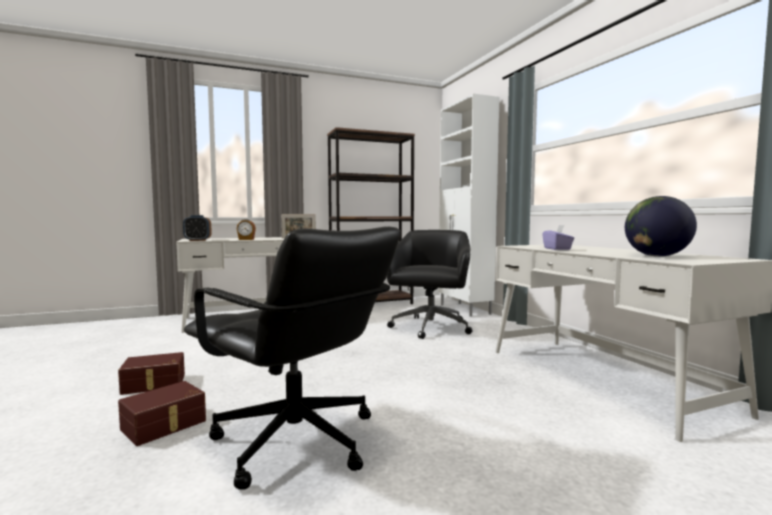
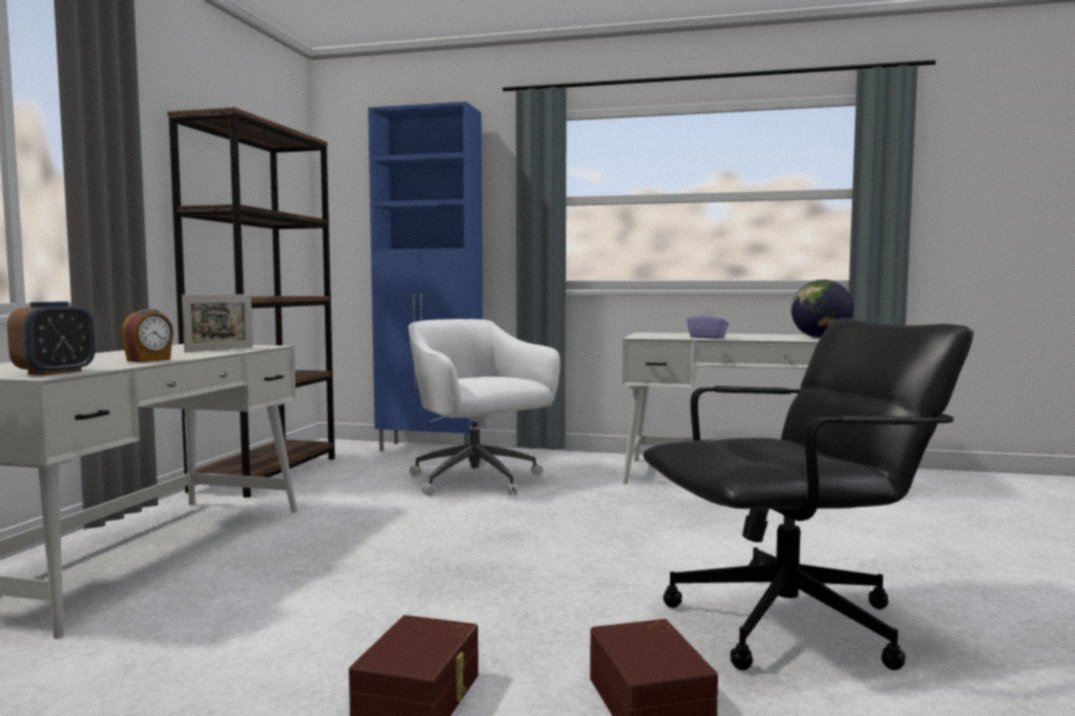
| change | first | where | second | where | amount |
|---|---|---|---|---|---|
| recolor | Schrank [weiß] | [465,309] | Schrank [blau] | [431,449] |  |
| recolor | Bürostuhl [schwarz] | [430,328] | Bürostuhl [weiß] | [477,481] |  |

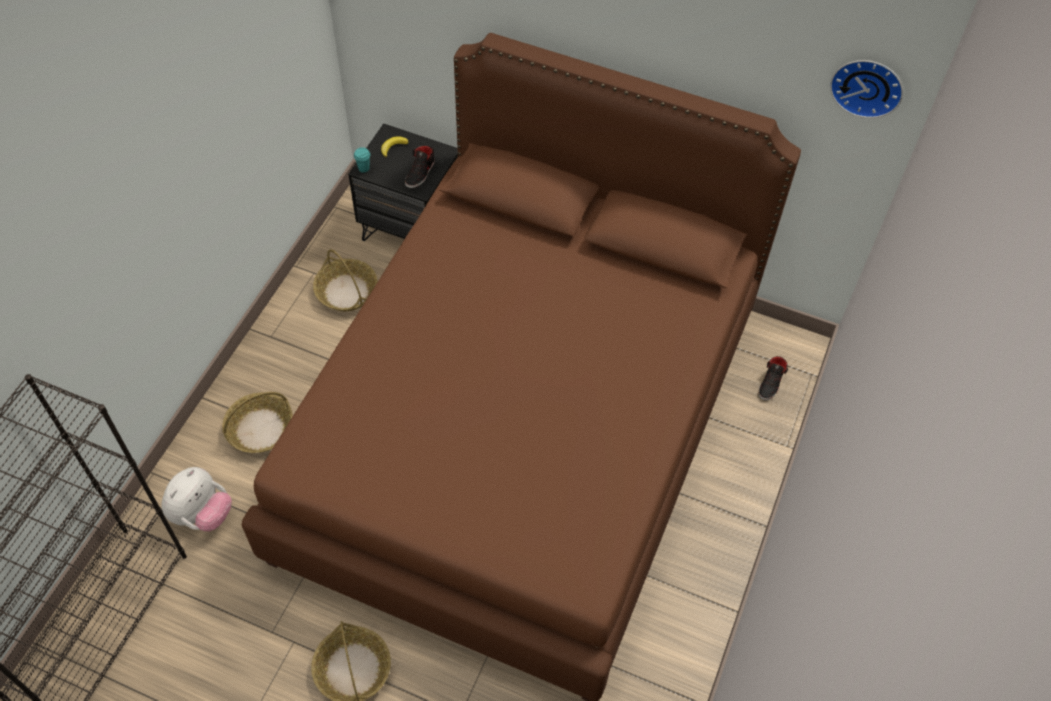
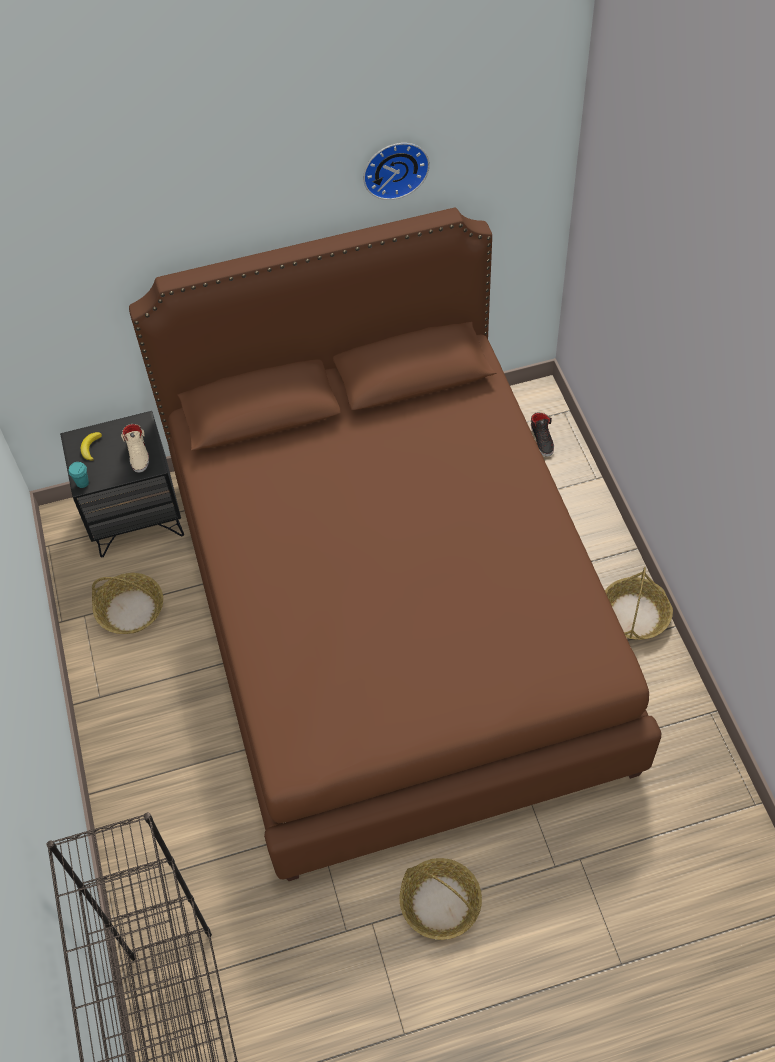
| change | first | where | second | where | amount |
|---|---|---|---|---|---|
| move | Wanduhr | [867,85] |  | [394,168] |  |
| recolor | Schuh [schwarz] | [420,173] | Schuh [beige] | [138,453] |  |
| move | Korb | [260,429] |  | [634,614] |  |
| delete | Plüschtier | [202,514] |  |  |  |

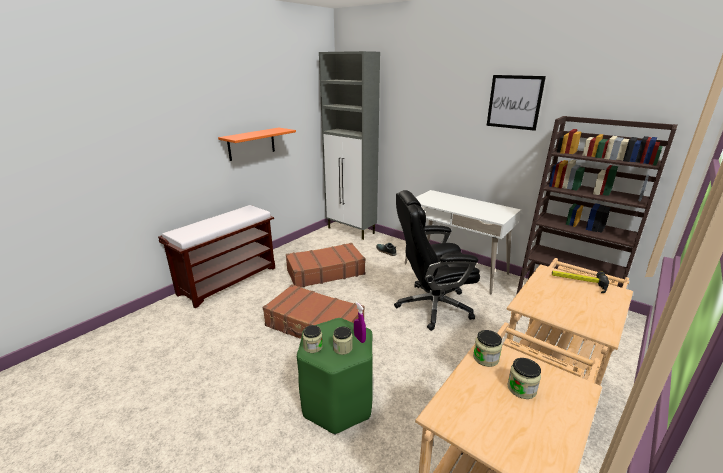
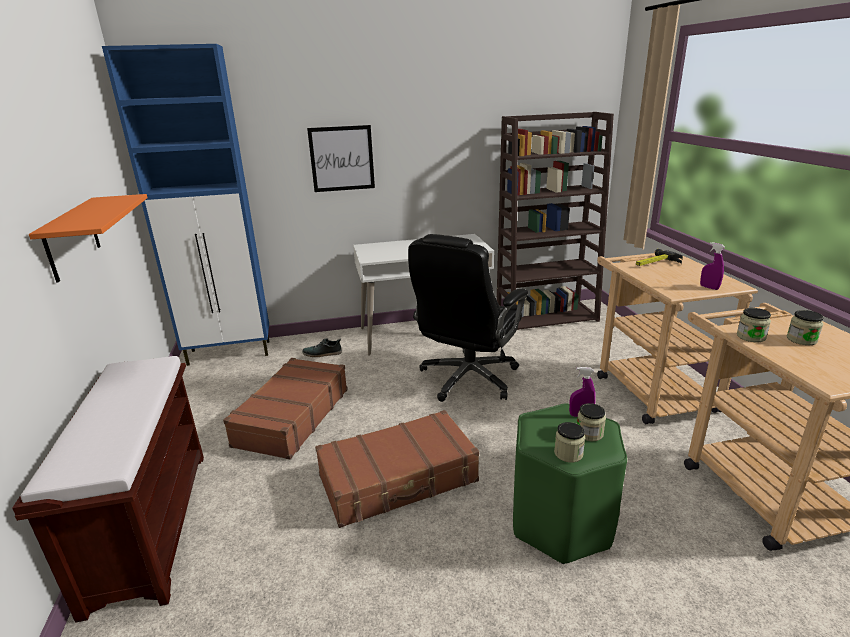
| change | first | where | second | where | amount |
|---|---|---|---|---|---|
| recolor | Schrank [grau] | [351,231] | Schrank [blau] | [231,353] |  |
| move | Bild | [514,102] |  | [342,158] |  |
| insert |  |  | Sprühflasche [lila] | [709,287] |  |

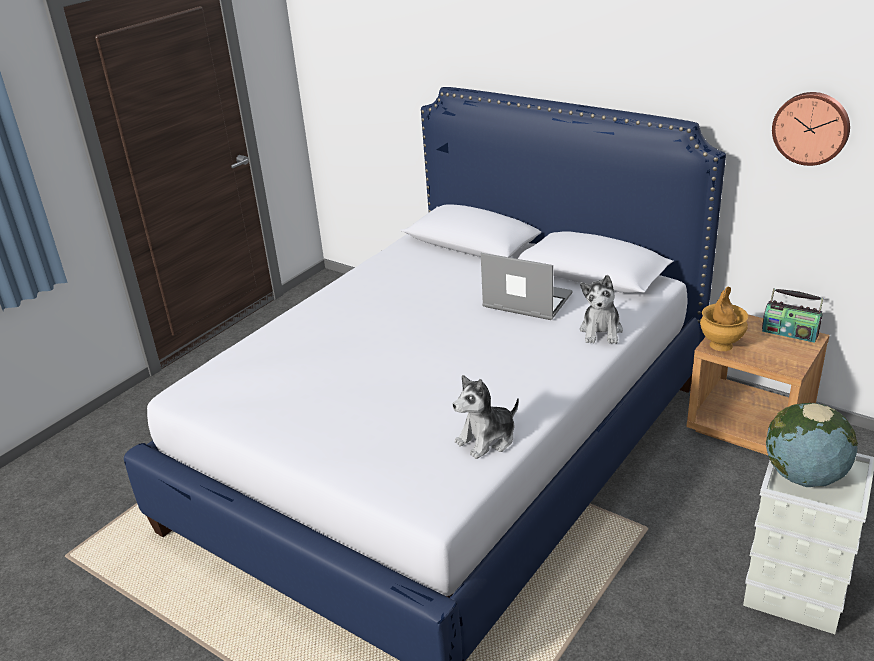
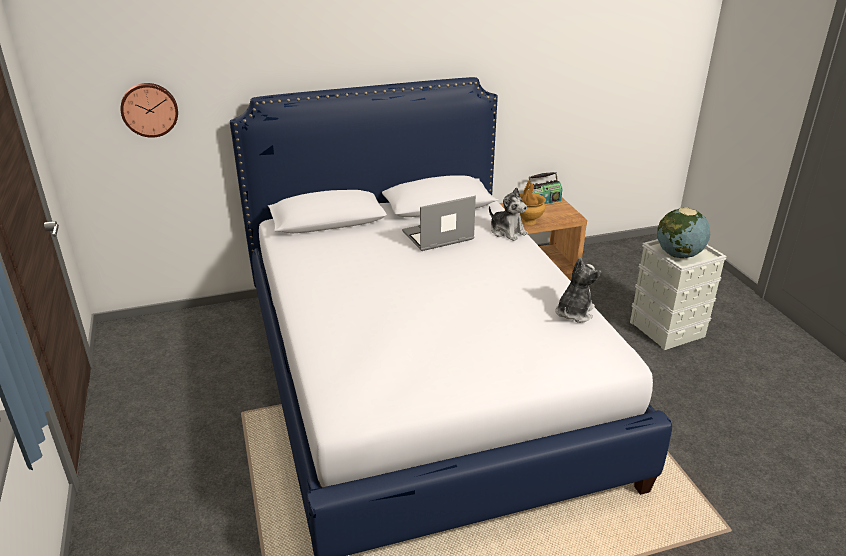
| change | first | where | second | where | amount |
|---|---|---|---|---|---|
| move | Wanduhr | [811,128] |  | [149,109] |  |
| rotate | Plüschtier | [487,440] |  | [574,312] | 150 degrees counterclockwise |

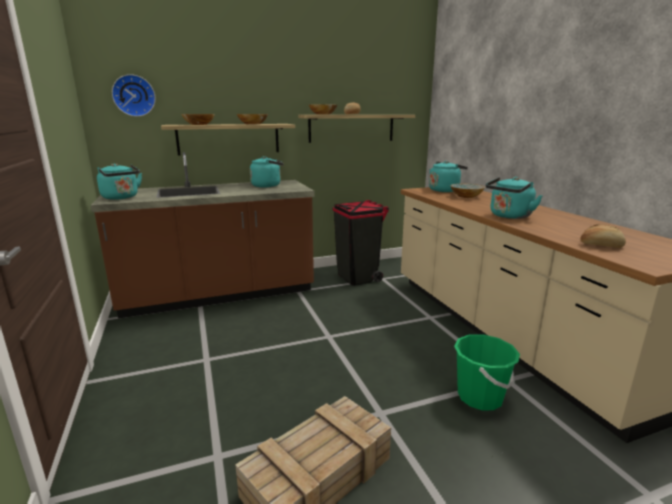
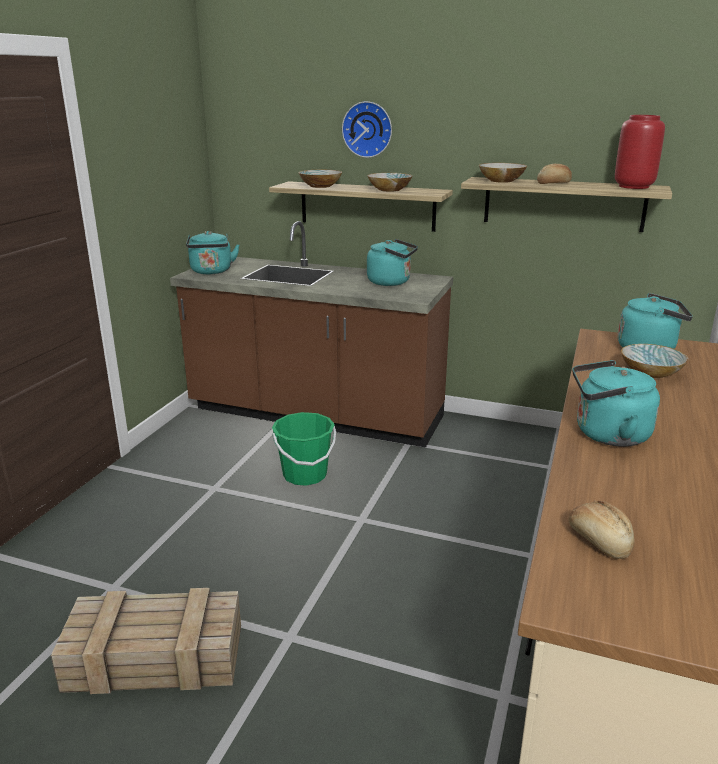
| change | first | where | second | where | amount |
|---|---|---|---|---|---|
| move | Wanduhr | [134,95] |  | [368,129] |  |
| delete | Mülleimer [schwarz] | [358,277] |  |  |  |
| move | Eimer [grün] | [480,397] |  | [305,475] |  |
| insert |  |  | Vase [rot] | [634,187] |  |

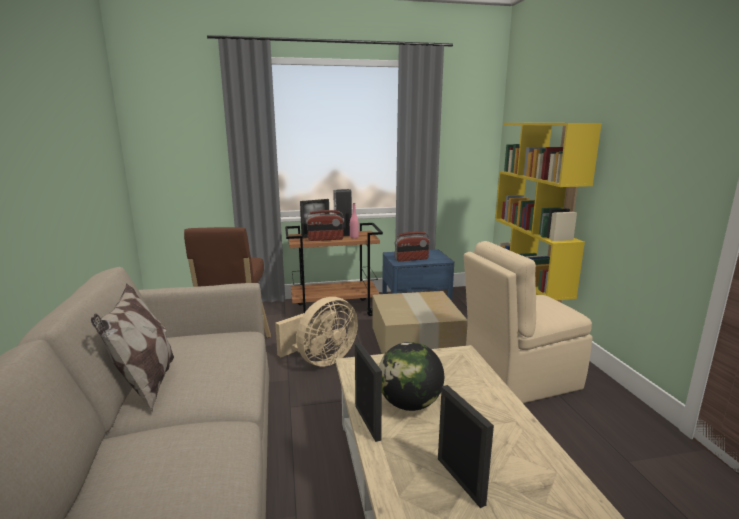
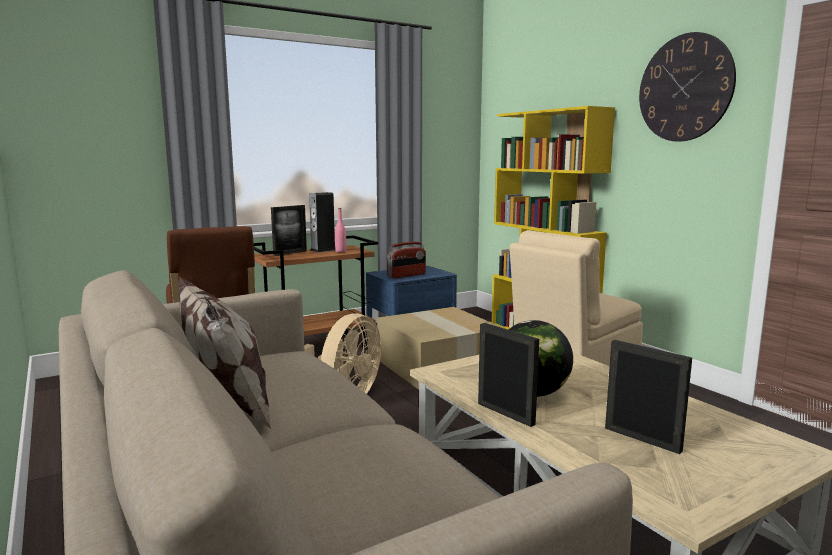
| change | first | where | second | where | amount |
|---|---|---|---|---|---|
| delete | Radio | [325,239] |  |  |  |
| insert |  |  | Wanduhr | [685,88] |  |

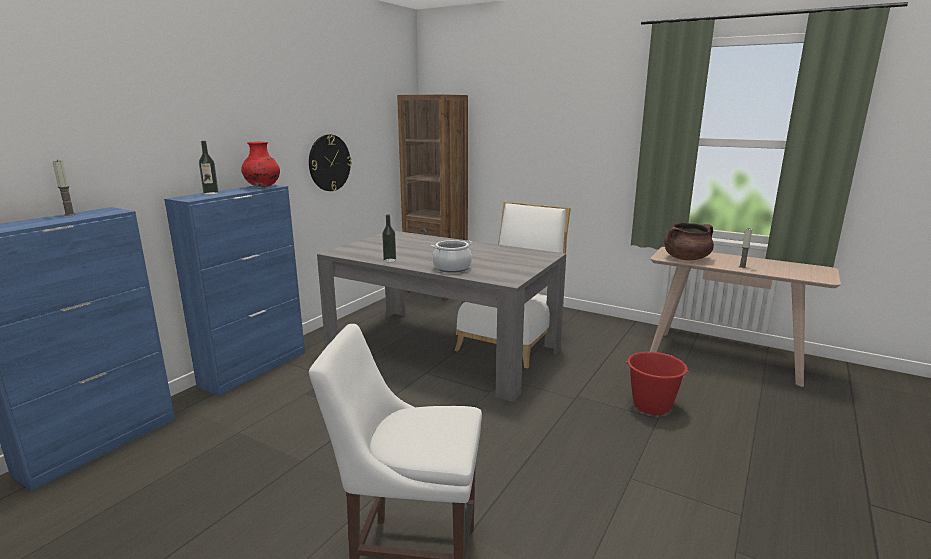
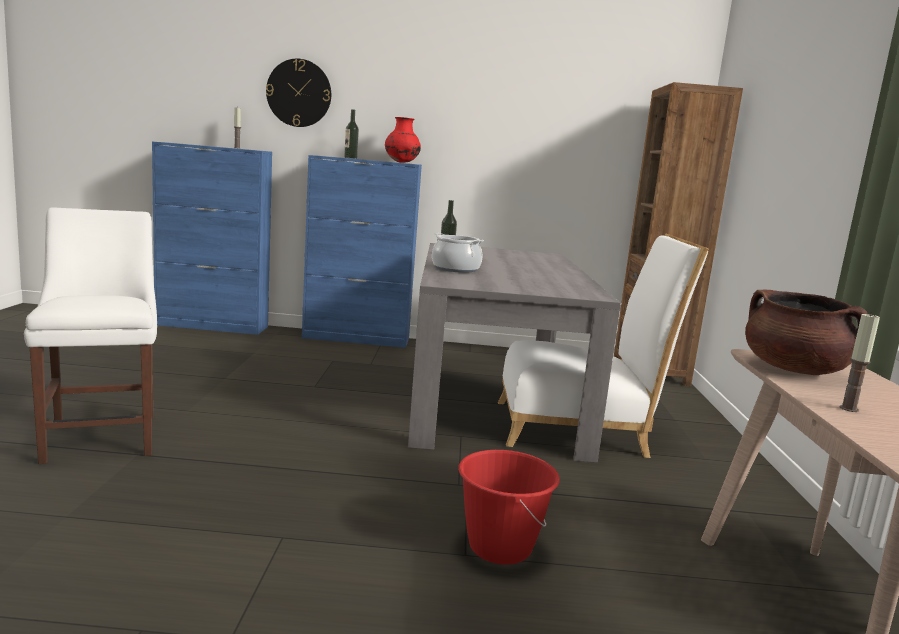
| change | first | where | second | where | amount |
|---|---|---|---|---|---|
| move | Wanduhr | [329,163] |  | [299,93] |  |

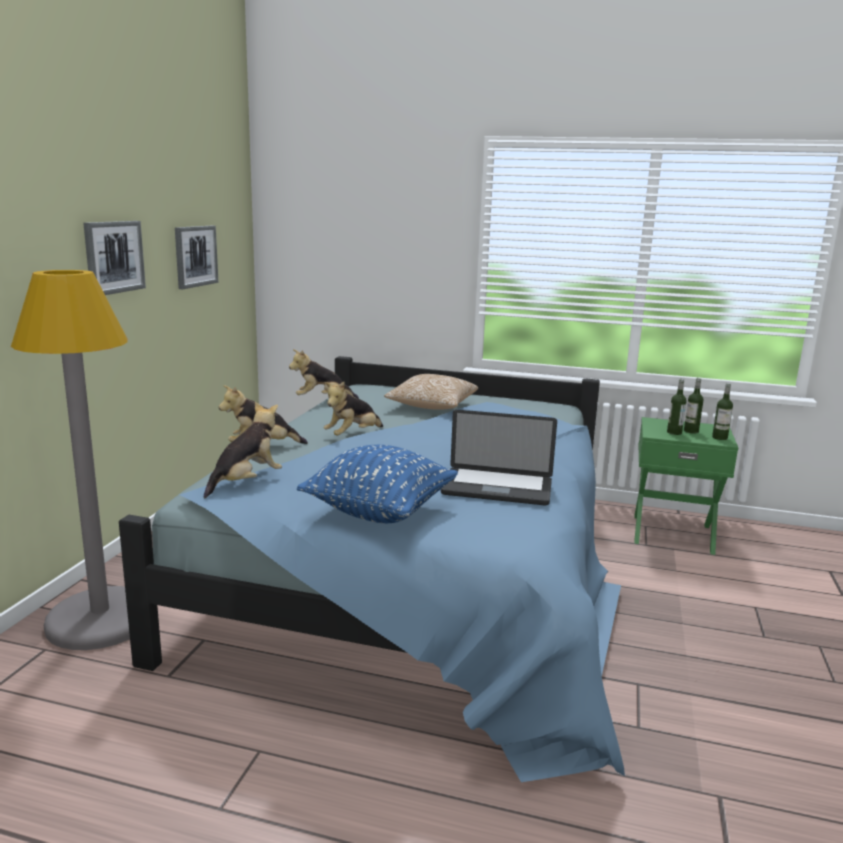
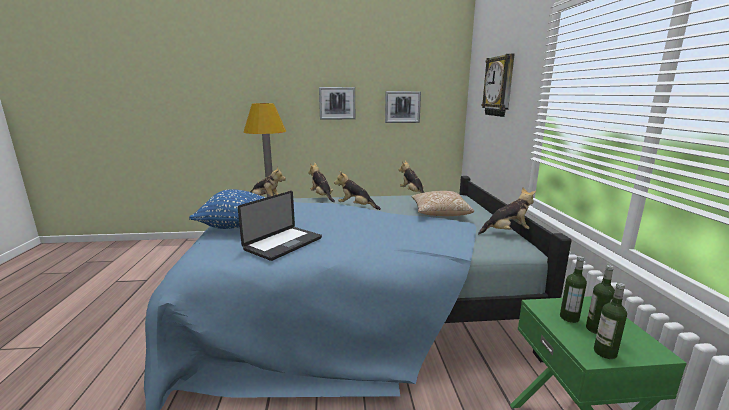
| change | first | where | second | where | amount |
|---|---|---|---|---|---|
| rotate | Laptop | [497,488] |  | [283,244] | 135 degrees counterclockwise |
| insert |  |  | Wanduhr | [499,86] |  |
| insert |  |  | Plüschtier | [507,232] |  |

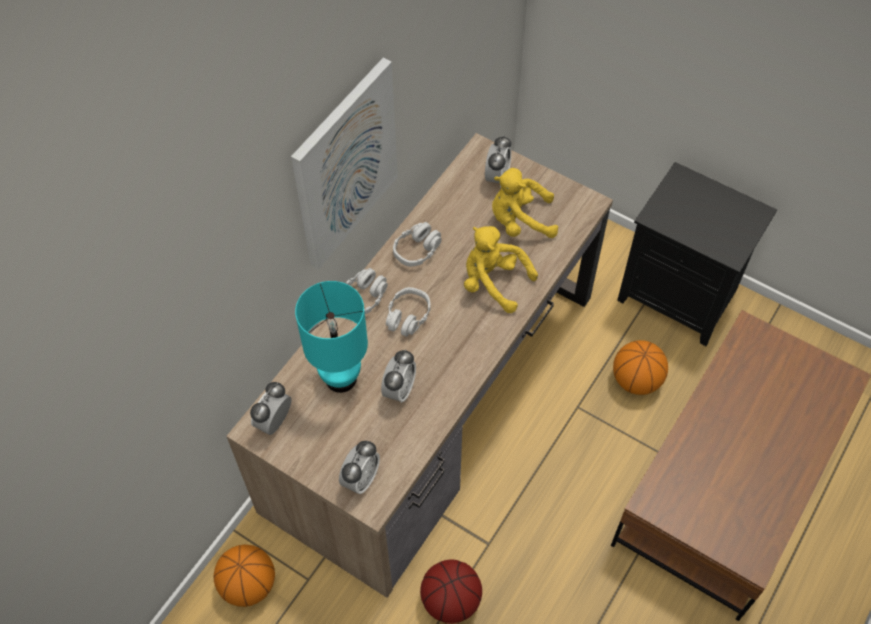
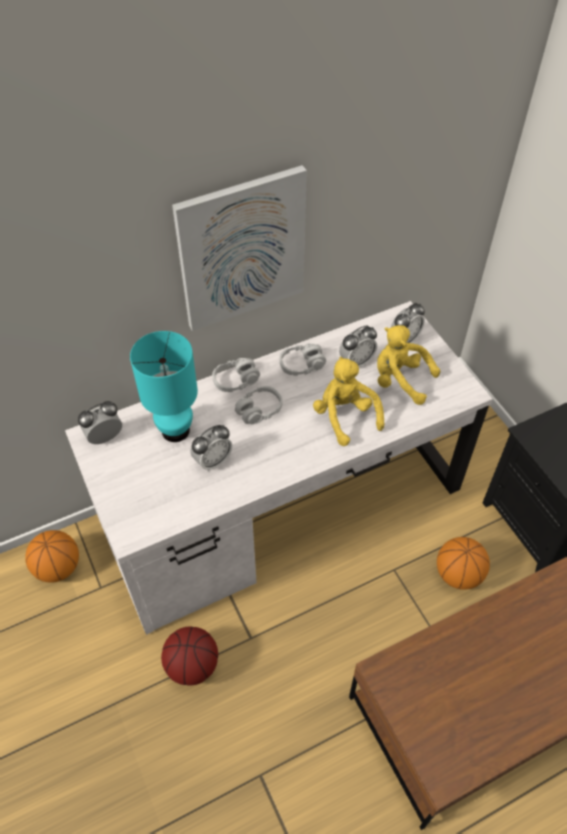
| change | first | where | second | where | amount |
|---|---|---|---|---|---|
| recolor | Schreibtisch [braun] | [433,400] | Schreibtisch [weiß] | [282,505] |  |
| move | Wecker | [361,479] |  | [356,361] |  |

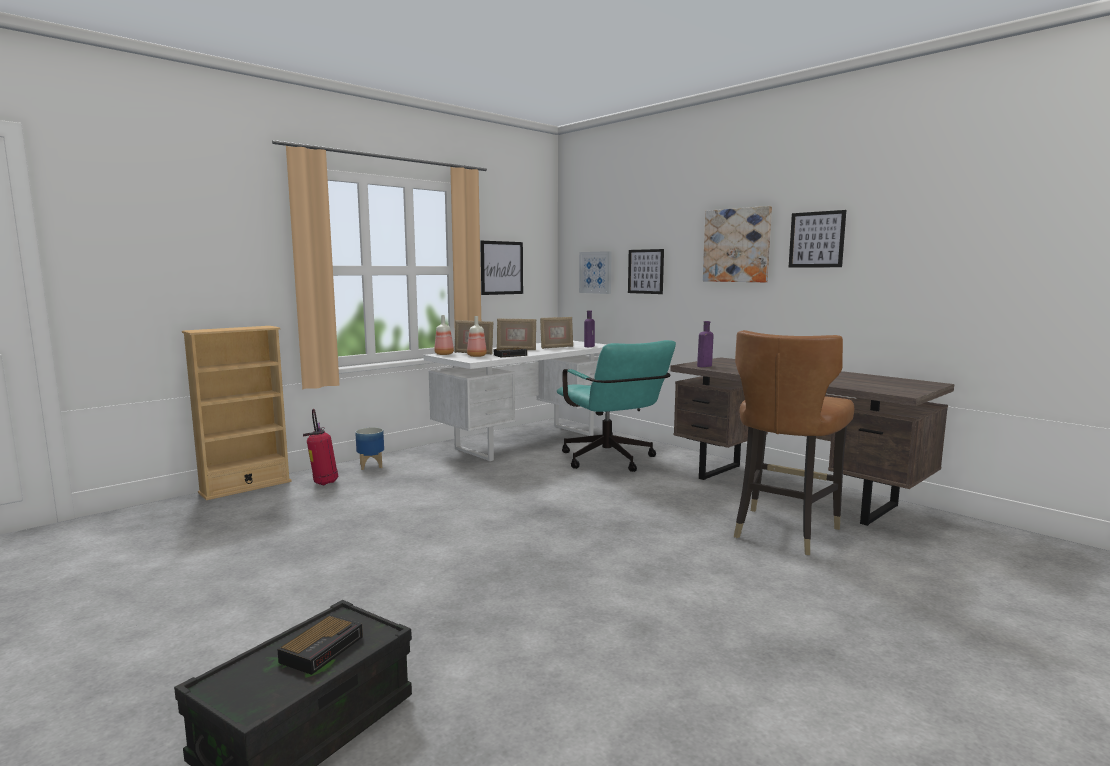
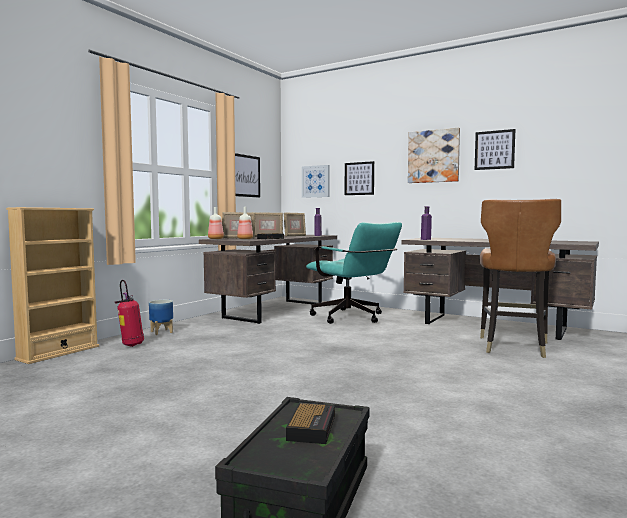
| change | first | where | second | where | amount |
|---|---|---|---|---|---|
| recolor | Schreibtisch [weiß] | [527,441] | Schreibtisch [braun] | [275,310] |  |

